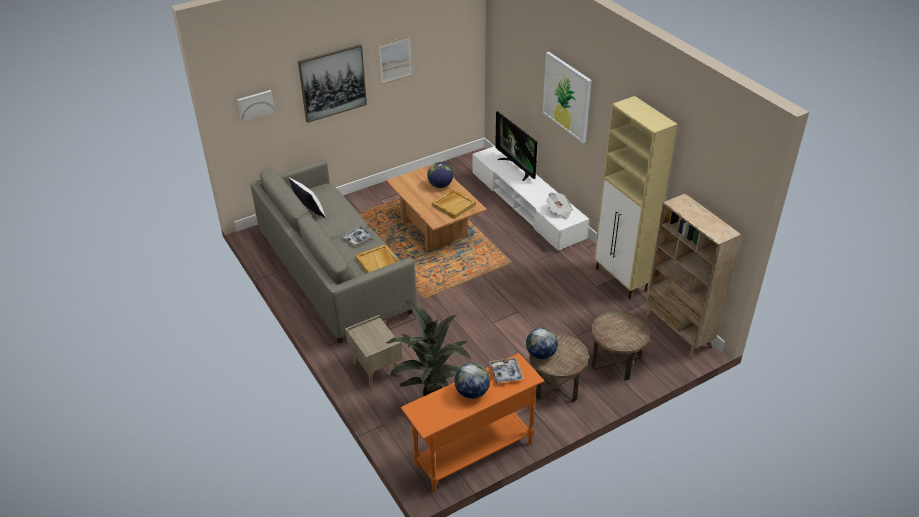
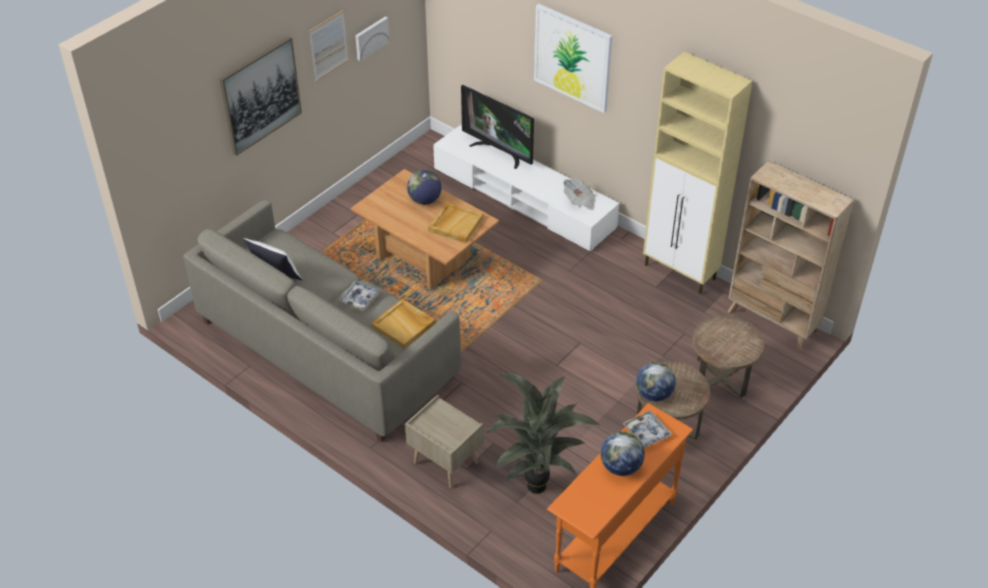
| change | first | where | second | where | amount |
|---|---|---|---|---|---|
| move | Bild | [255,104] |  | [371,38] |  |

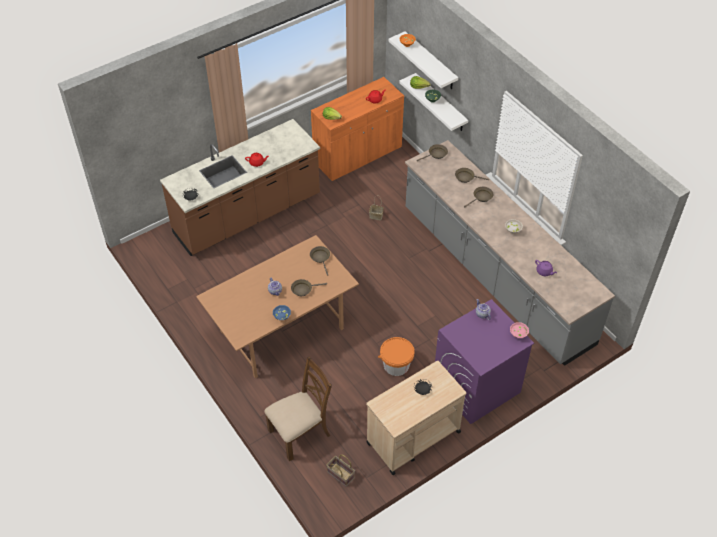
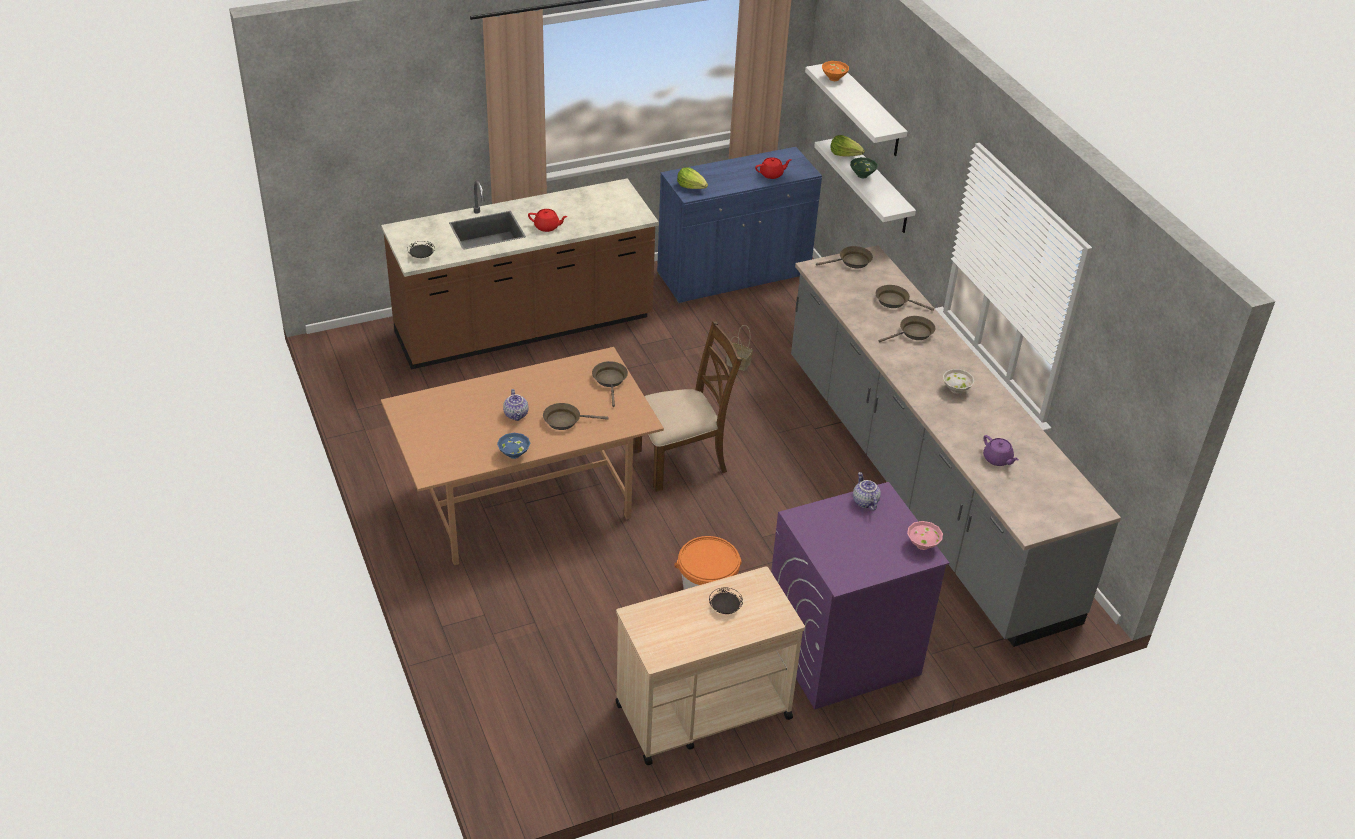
| change | first | where | second | where | amount |
|---|---|---|---|---|---|
| recolor | Schrank [orange] | [358,155] | Schrank [blau] | [734,275] |  |
| move | Stuhl [braun] | [300,433] |  | [681,460] |  |
| delete | Korb | [340,475] |  |  |  |

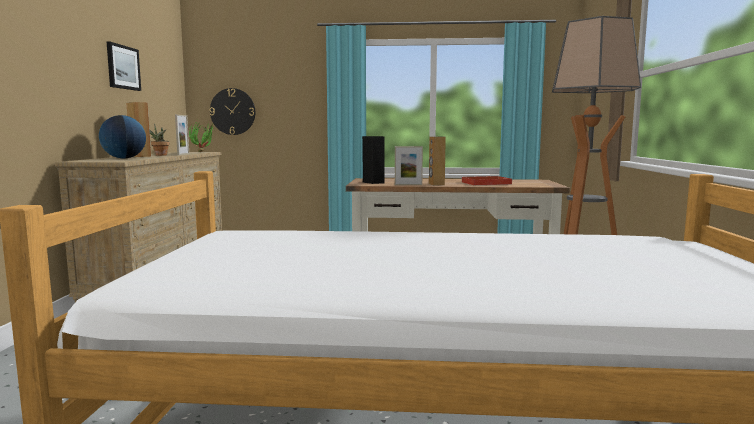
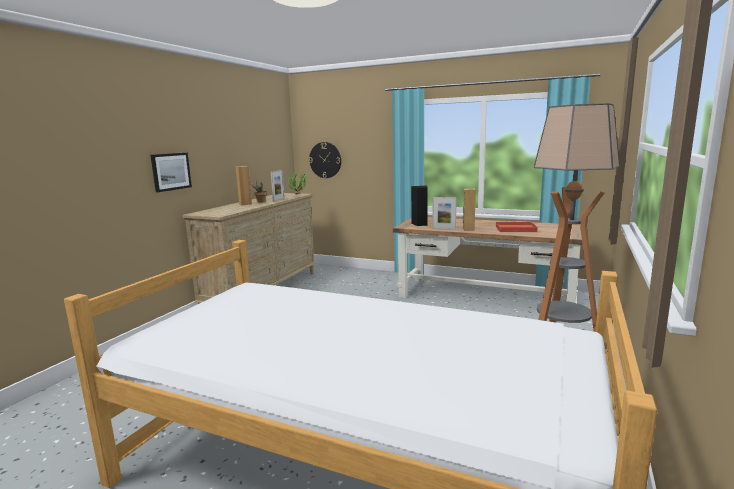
| change | first | where | second | where | amount |
|---|---|---|---|---|---|
| move | Bild | [123,67] |  | [171,171] |  |
| delete | Globus | [124,158] |  |  |  |

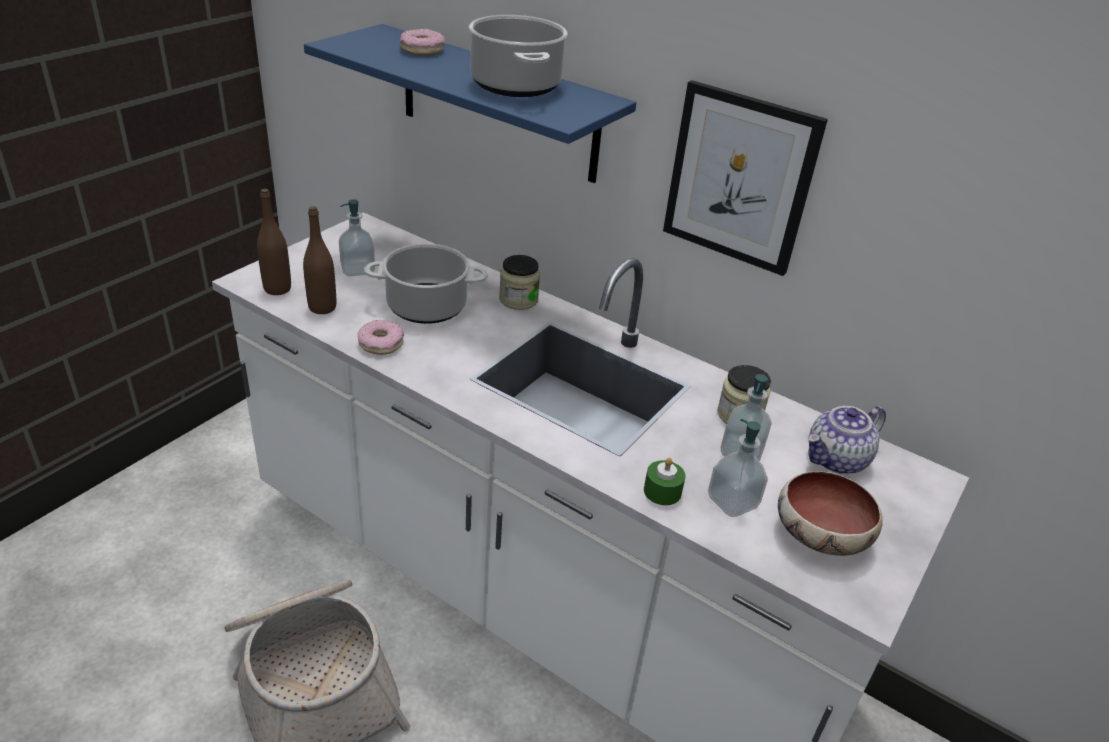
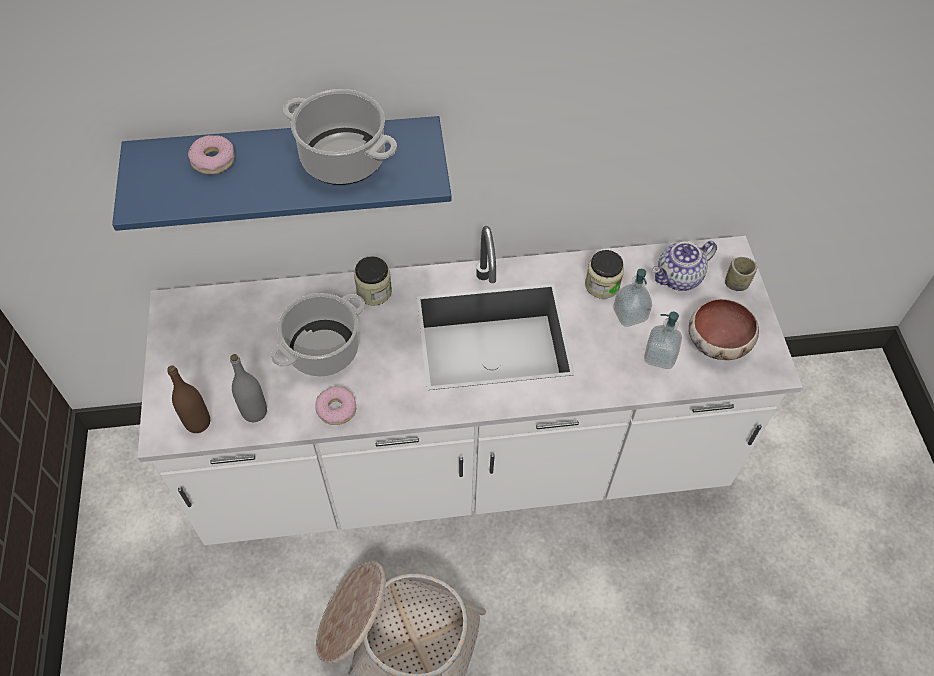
| change | first | where | second | where | amount |
|---|---|---|---|---|---|
| delete | Bild | [740,178] |  |  |  |
| delete | Seifenspender | [357,269] |  |  |  |
| recolor | Flasche [braun] | [322,307] | Flasche [grau] | [254,412] |  |
| rotate | Teekanne | [837,460] |  | [678,278] | 45 degrees clockwise |
| delete | Kerze [grün] | [662,491] |  |  |  |
| insert |  |  | Tasse | [736,283] |  |

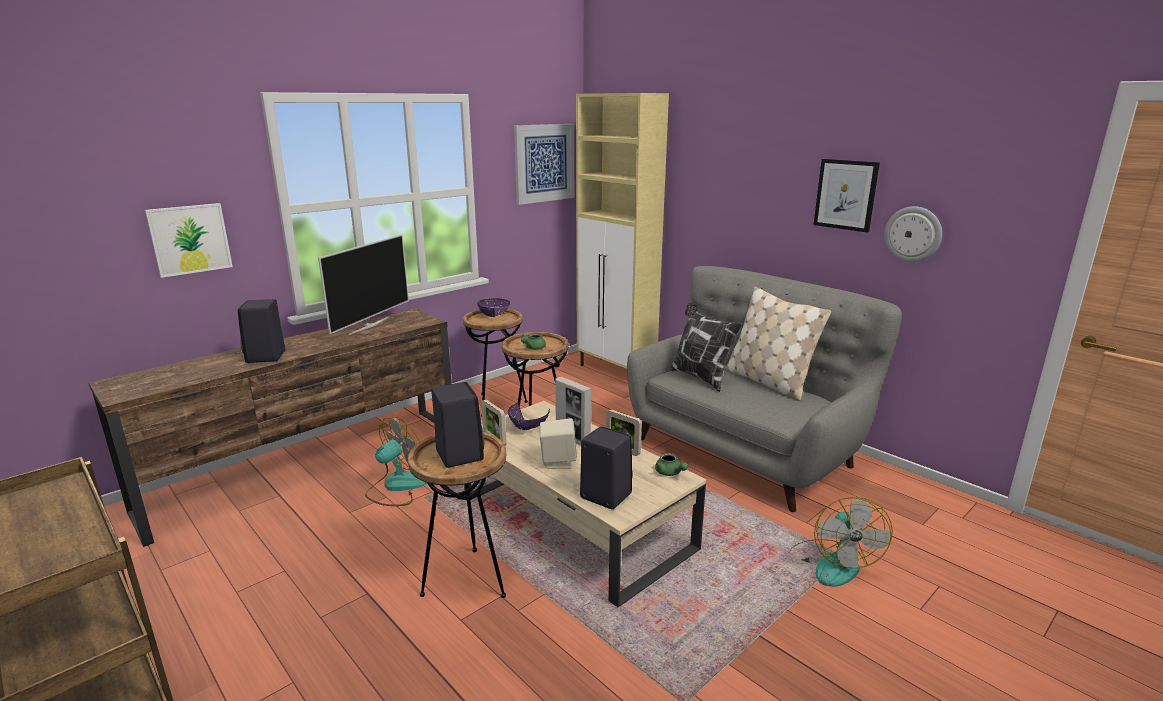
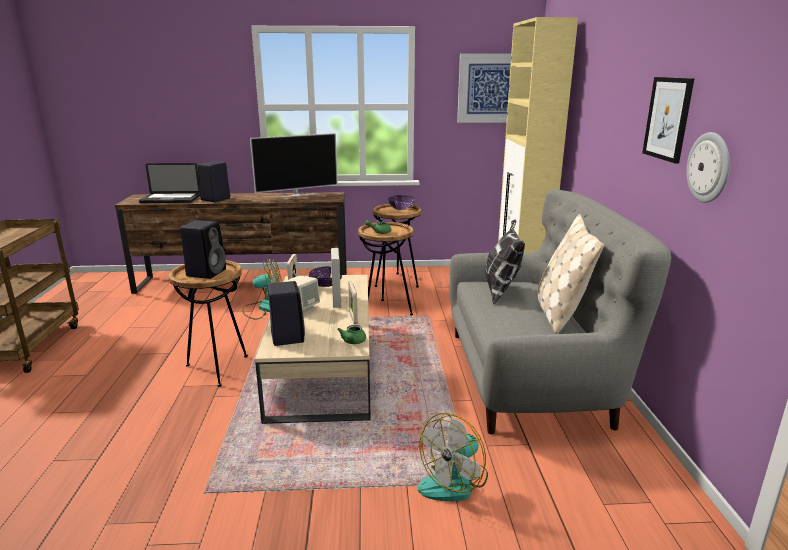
| change | first | where | second | where | amount |
|---|---|---|---|---|---|
| delete | Bild | [190,239] |  |  |  |
| insert |  |  | Laptop | [170,199] |  |

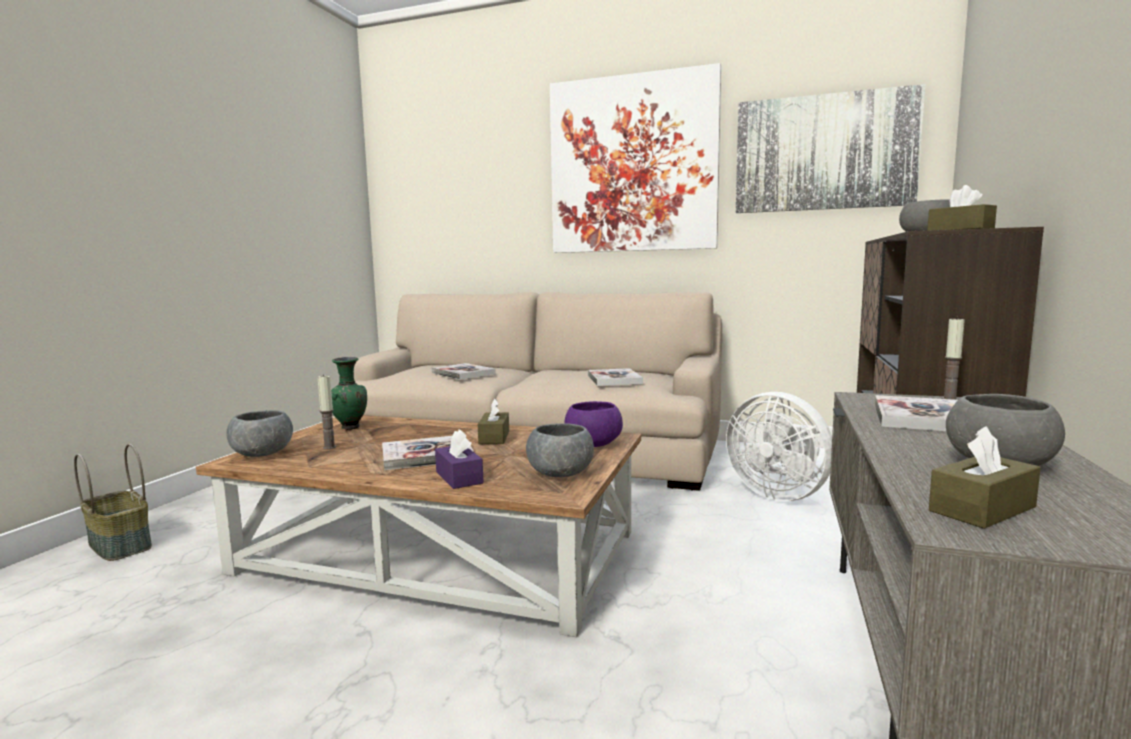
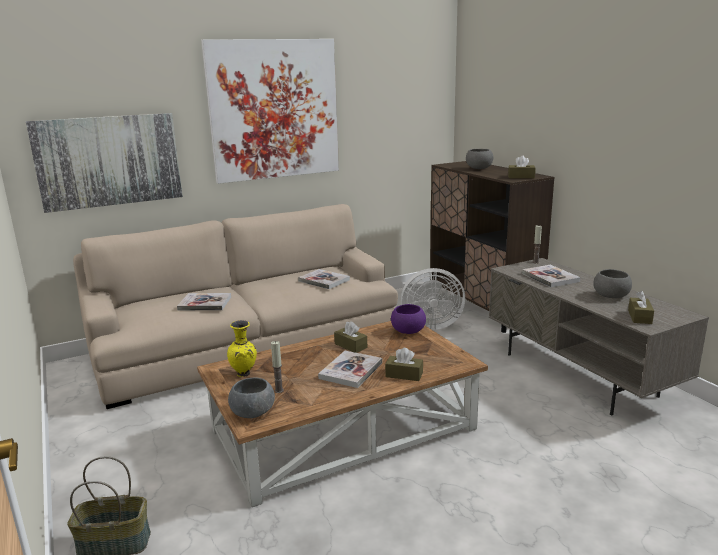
| change | first | where | second | where | amount |
|---|---|---|---|---|---|
| move | Bild | [824,153] |  | [109,161] |  |
| recolor | Vase [grün] | [350,428] | Vase [gelb] | [244,374] |  |
| delete | Schüssel [grau] | [561,473] |  |  |  |
| recolor | Taschentuchbox [lila] | [459,477] | Taschentuchbox [braun] | [404,375] |  |

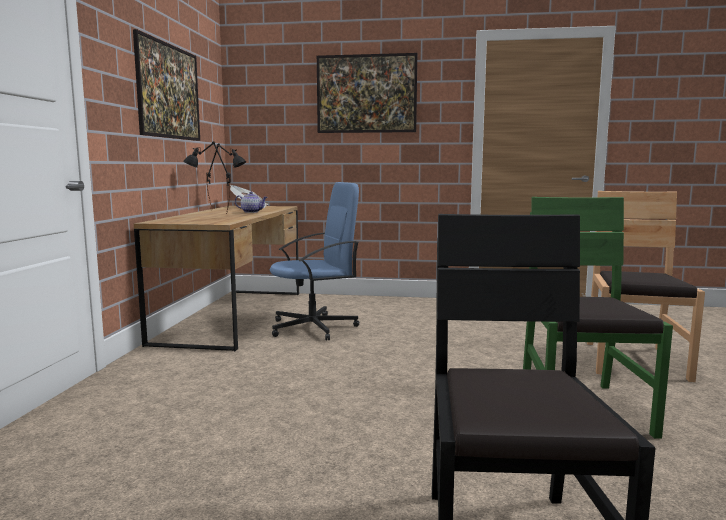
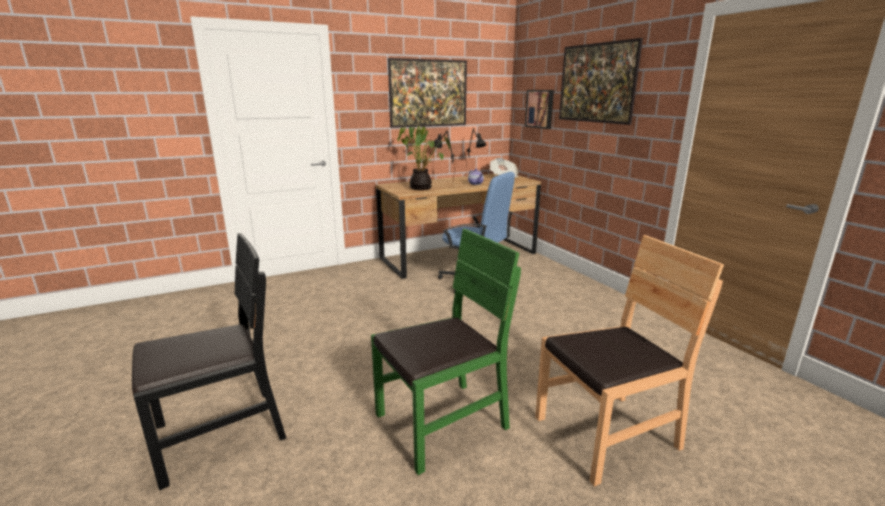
| change | first | where | second | where | amount |
|---|---|---|---|---|---|
| insert |  |  | Bild | [540,109] |  |
| insert |  |  | Topfpflanze | [422,188] |  |

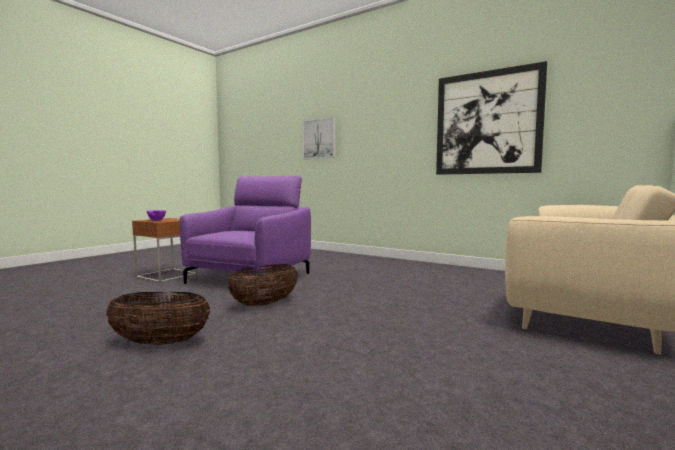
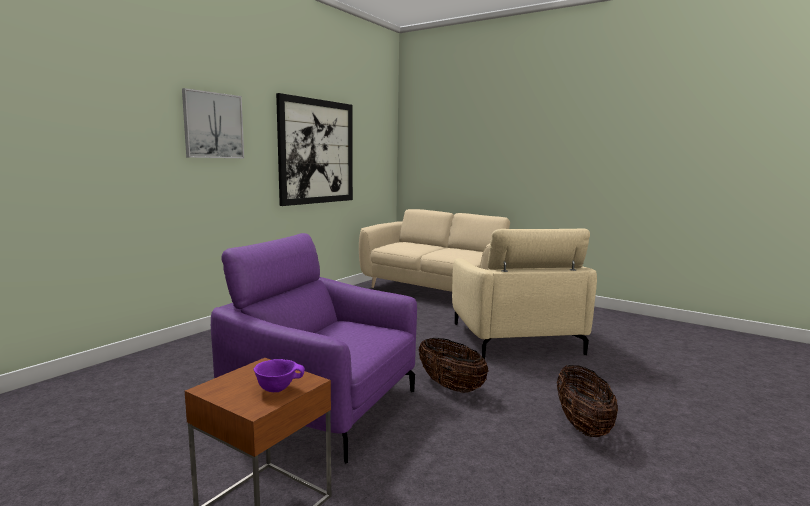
| change | first | where | second | where | amount |
|---|---|---|---|---|---|
| move | Bild | [319,139] |  | [213,125] |  |
| insert |  |  | Sessel [beige] | [514,338] |  |

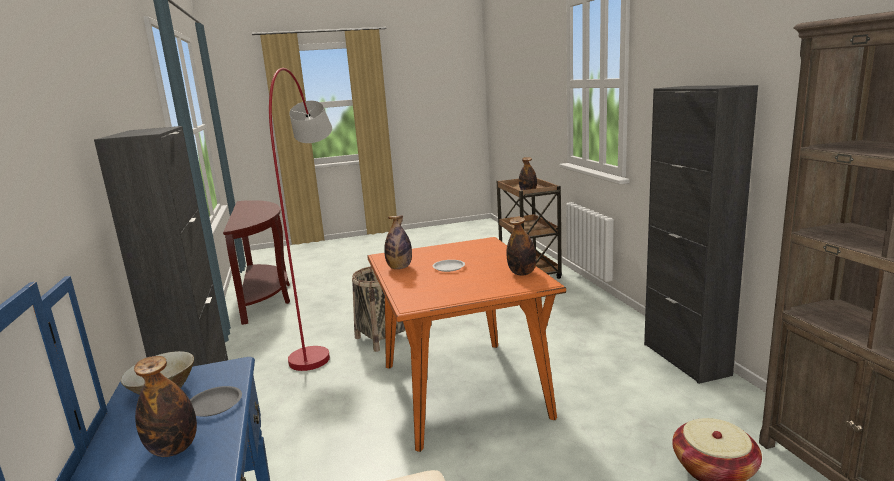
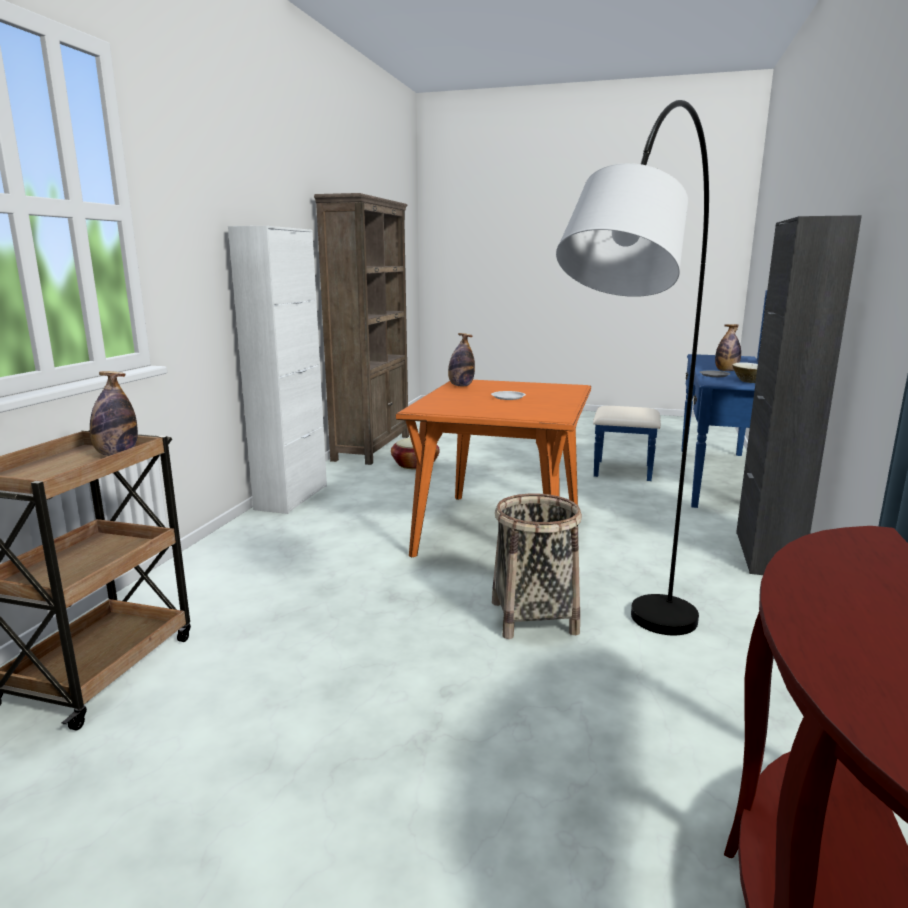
| change | first | where | second | where | amount |
|---|---|---|---|---|---|
| recolor | Stehlampe [rot] | [324,327] | Stehlampe [grau] | [628,681] |  |
| recolor | Schrank [schwarz] | [685,359] | Schrank [weiß] | [292,497] |  |
| delete | Flasche | [399,268] |  |  |  |

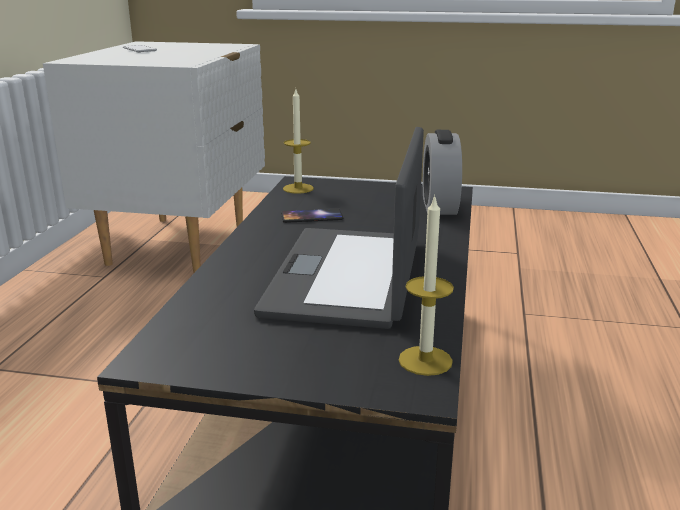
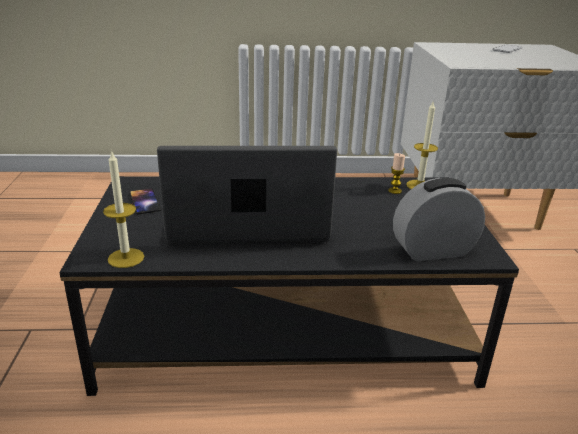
| change | first | where | second | where | amount |
|---|---|---|---|---|---|
| move | Handy | [312,216] |  | [144,202] |  |
| insert |  |  | Kerze | [394,191] |  |

